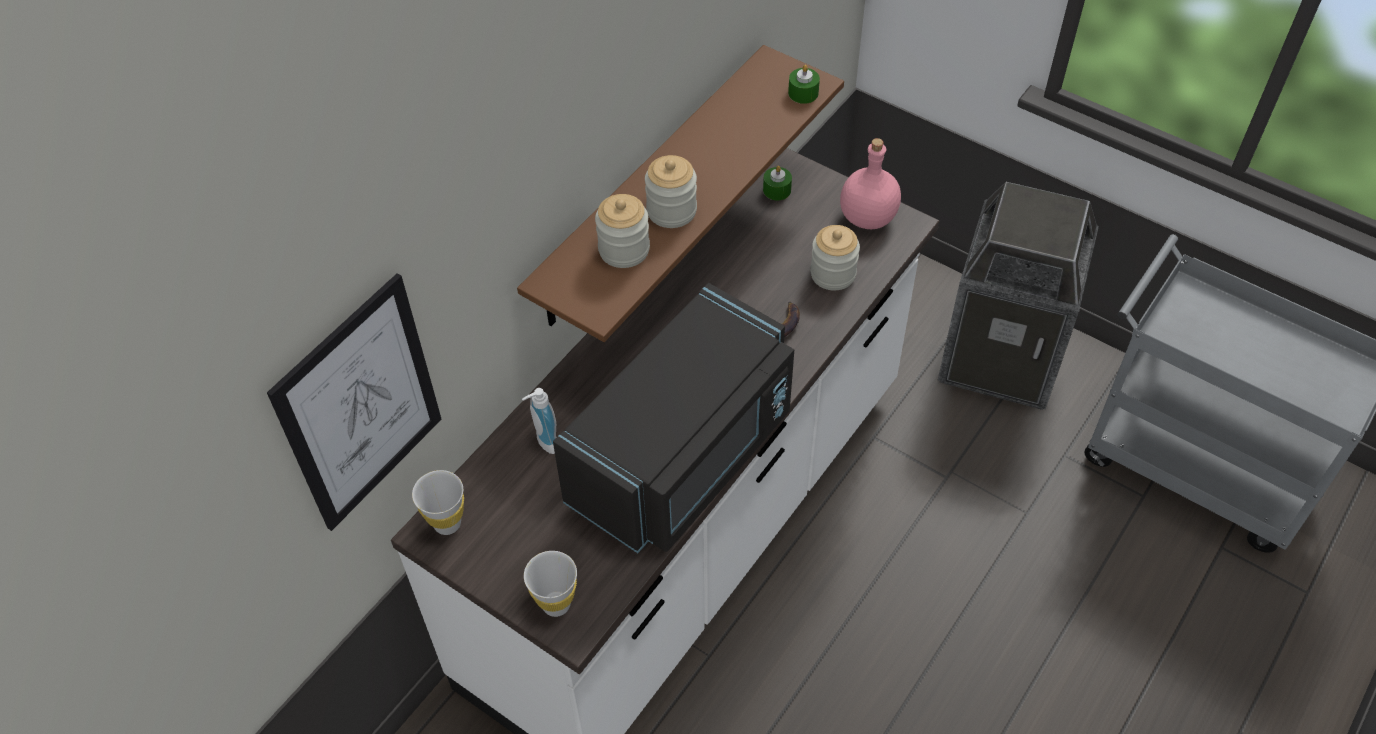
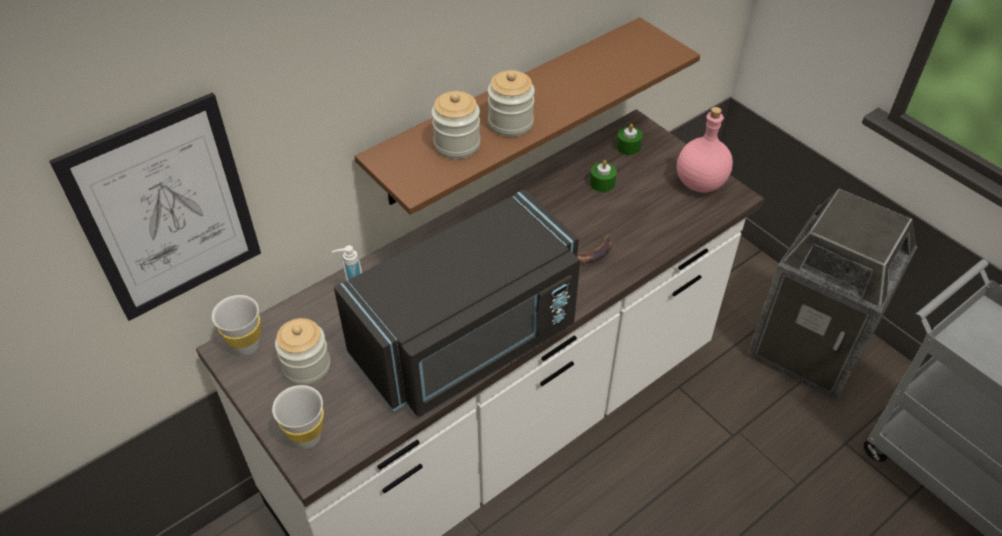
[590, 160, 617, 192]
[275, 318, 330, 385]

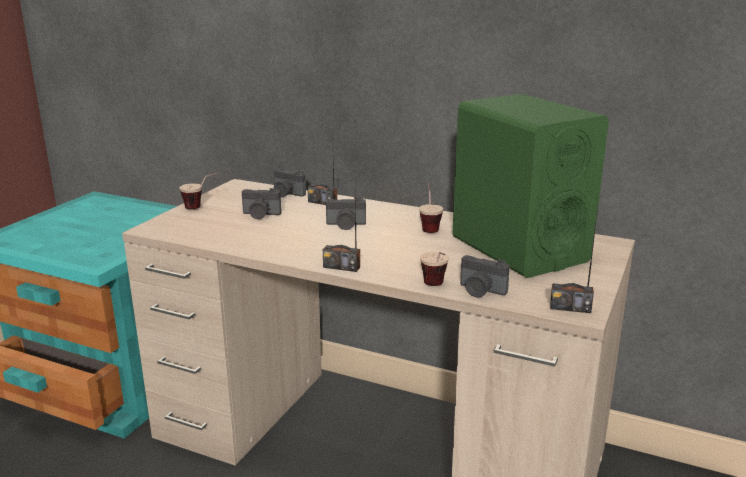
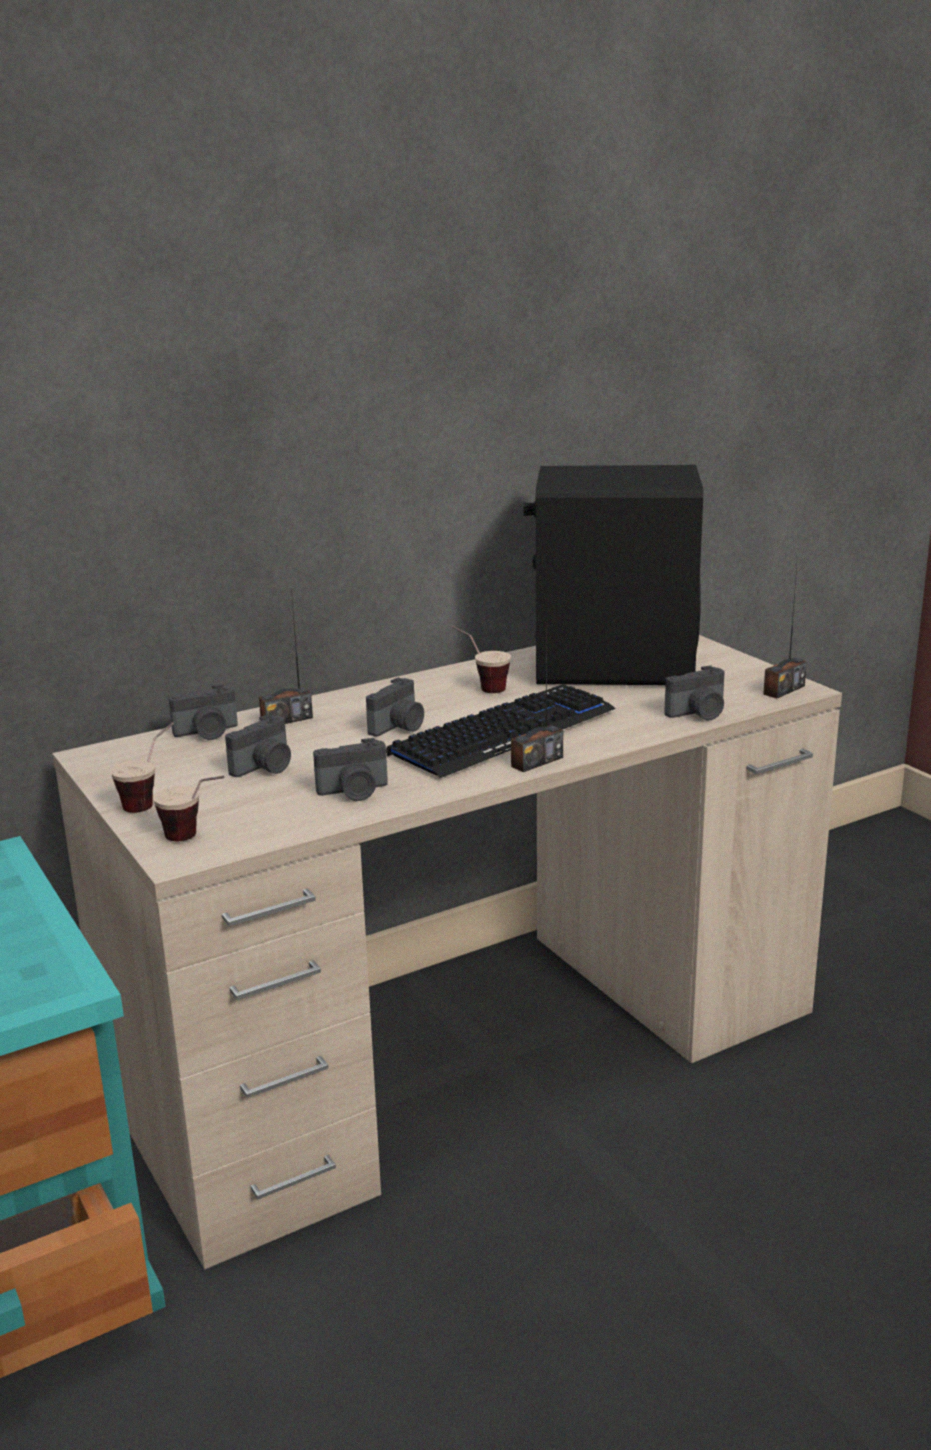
[313, 738, 388, 801]
[386, 684, 616, 778]
[153, 776, 225, 841]
[523, 465, 703, 685]

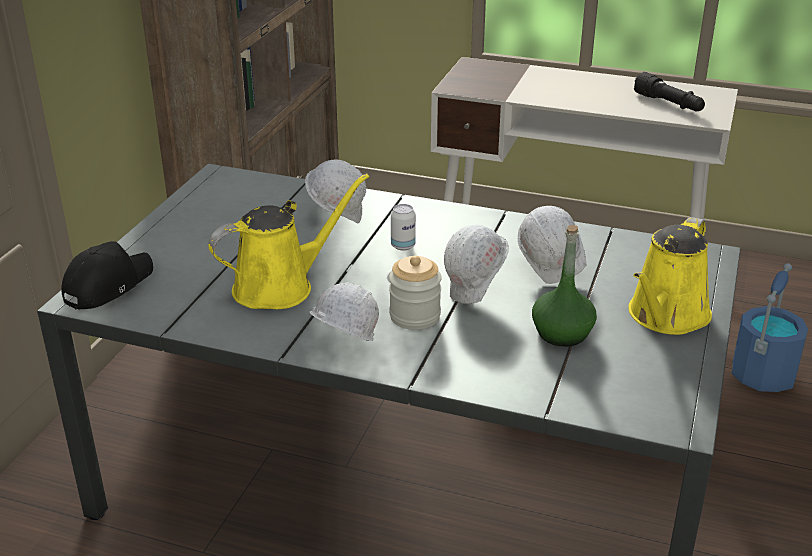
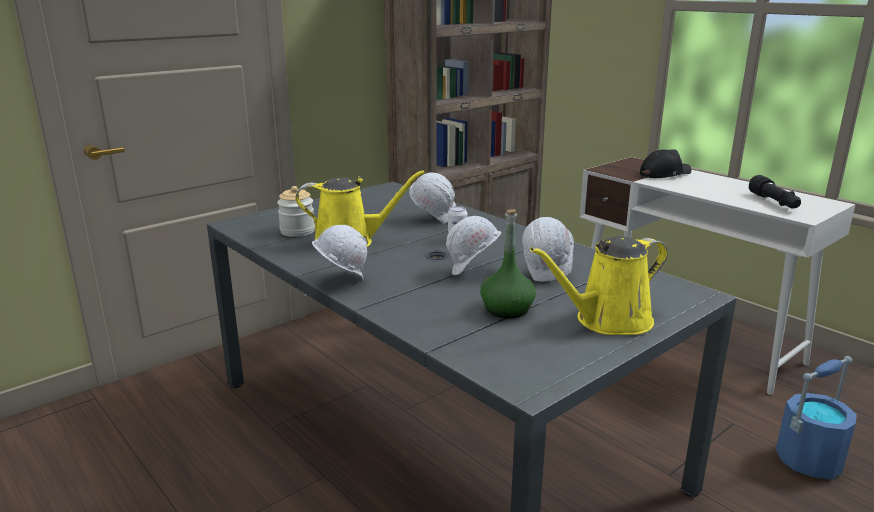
[640, 149, 691, 178]
[277, 186, 315, 237]

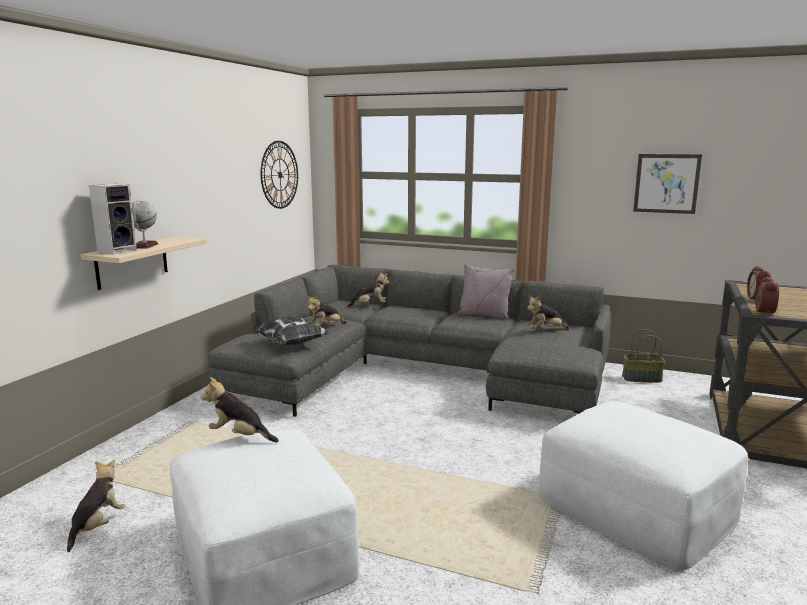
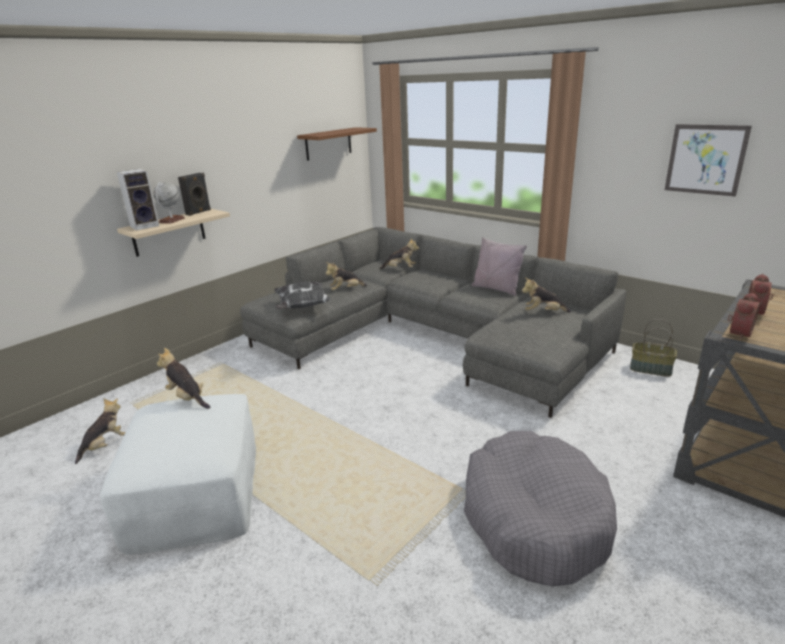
[178, 173, 211, 216]
[297, 127, 377, 161]
[464, 431, 617, 586]

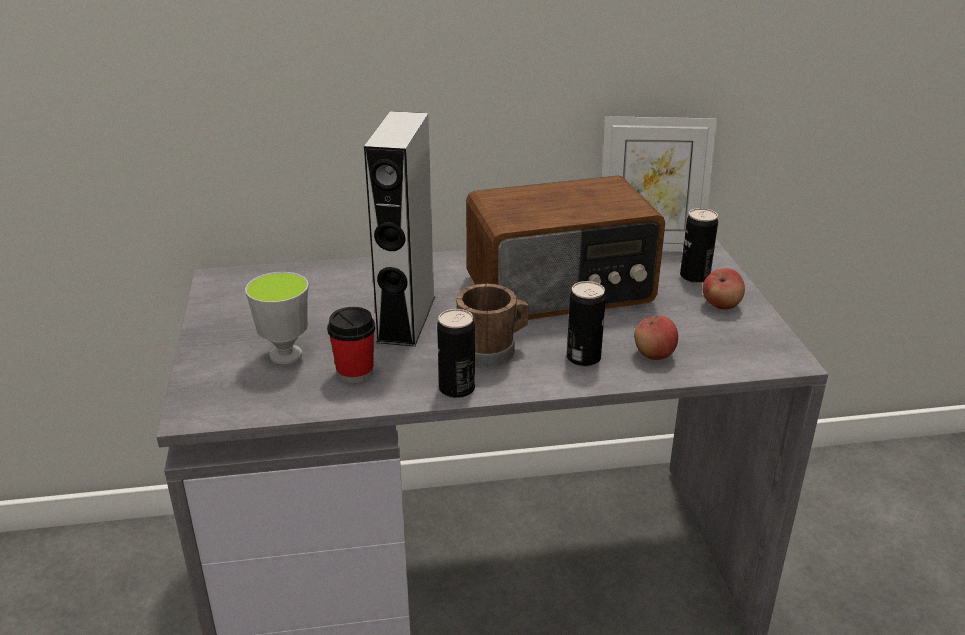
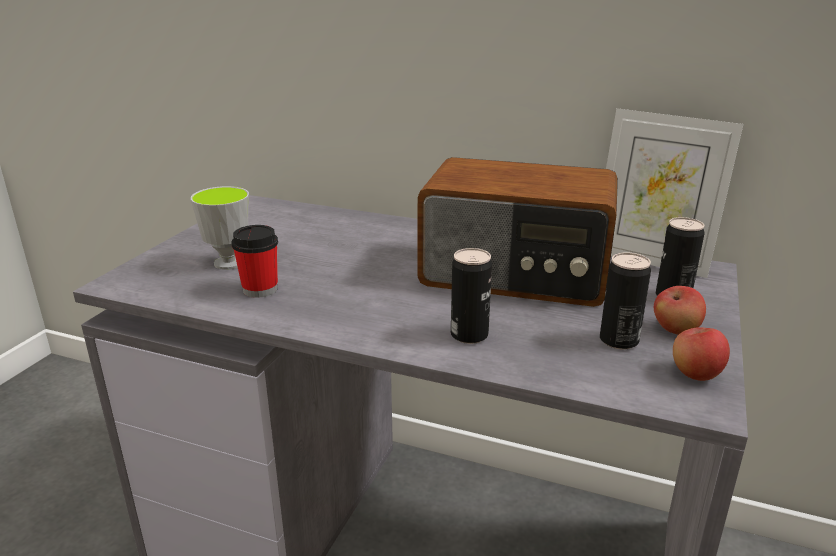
[364, 111, 435, 347] (first image)
[456, 284, 529, 369] (first image)
[600, 253, 651, 350]
[673, 327, 730, 381]

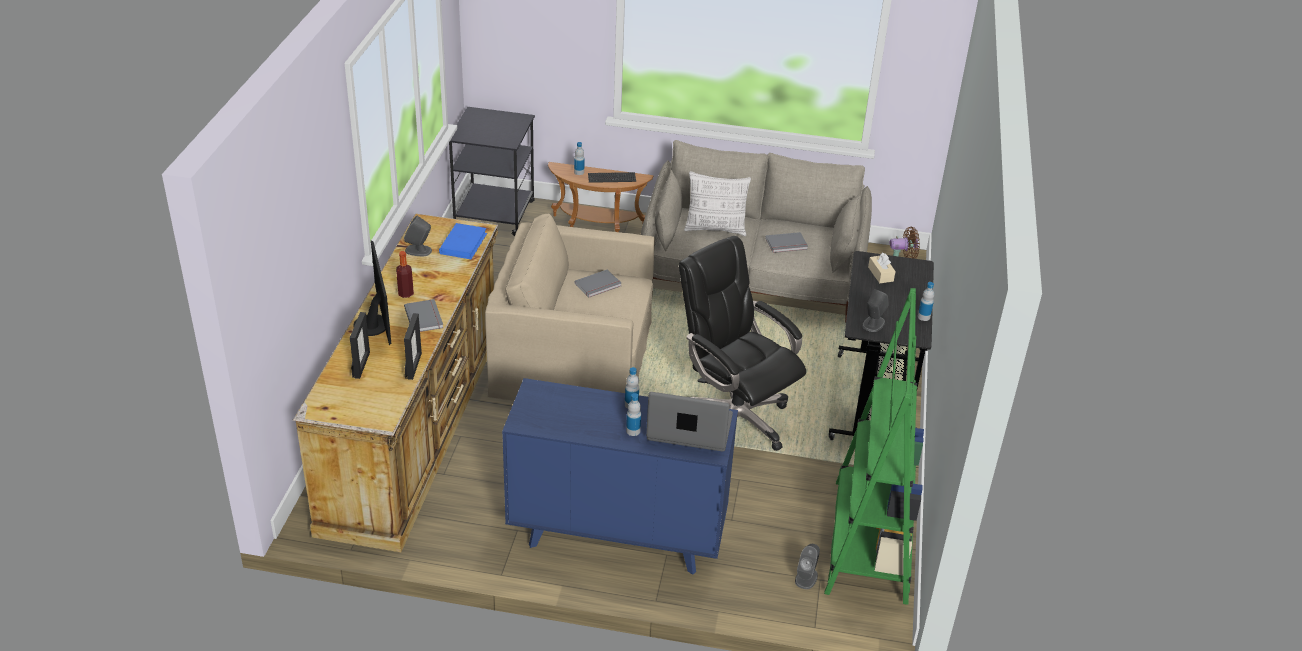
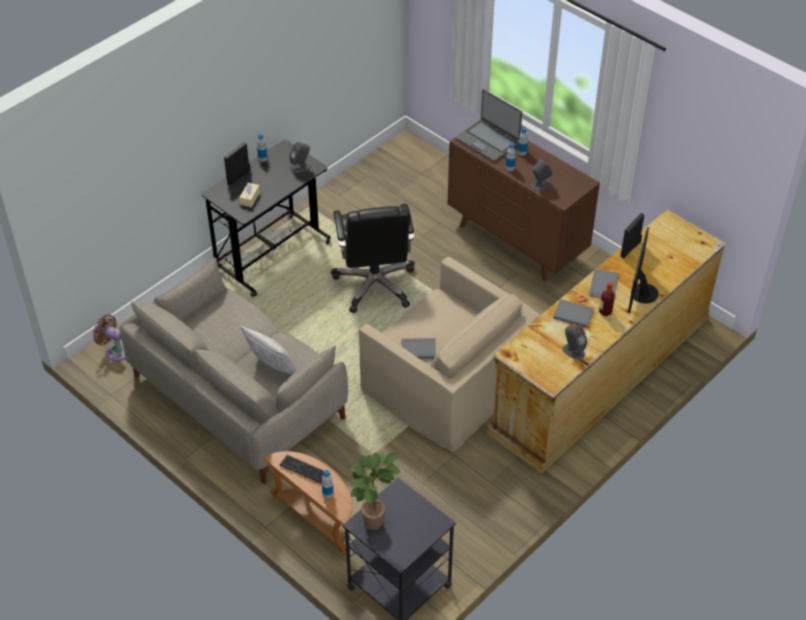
[439, 223, 487, 259] (first image)
[824, 288, 924, 605] (first image)
[350, 452, 400, 530]
[224, 142, 251, 186]
[553, 299, 594, 327]
[531, 159, 552, 191]
[447, 119, 600, 282]

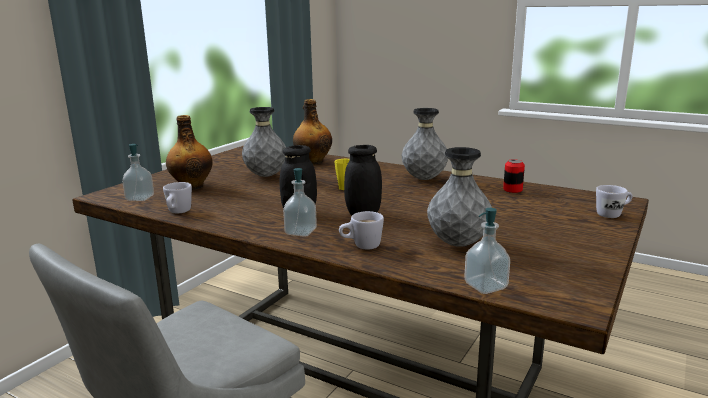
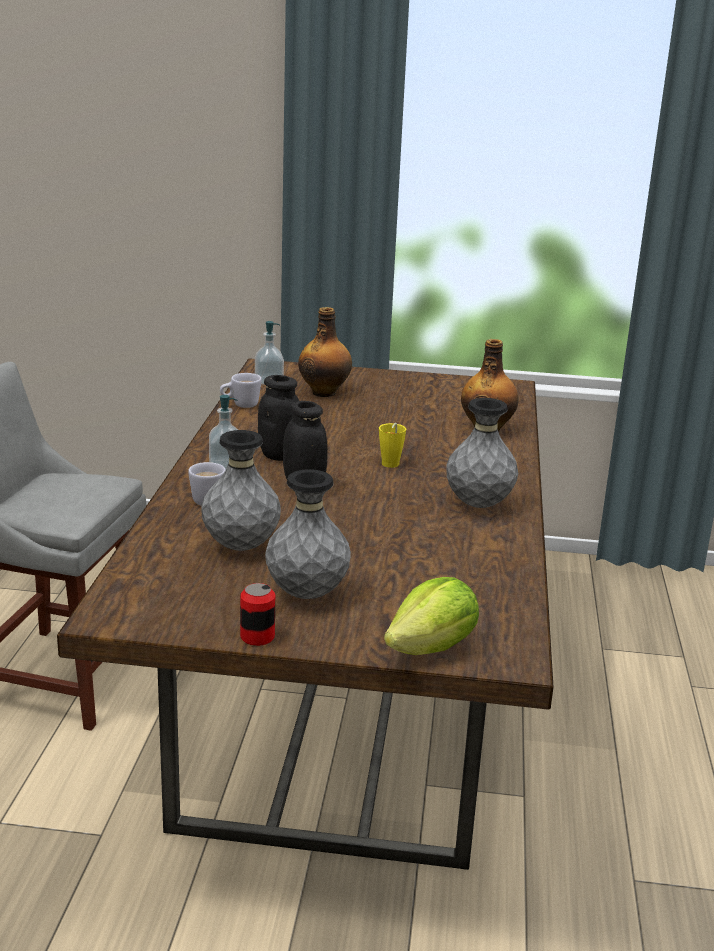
[464, 208, 510, 294] (first image)
[265, 469, 351, 599]
[240, 583, 275, 646]
[384, 577, 479, 655]

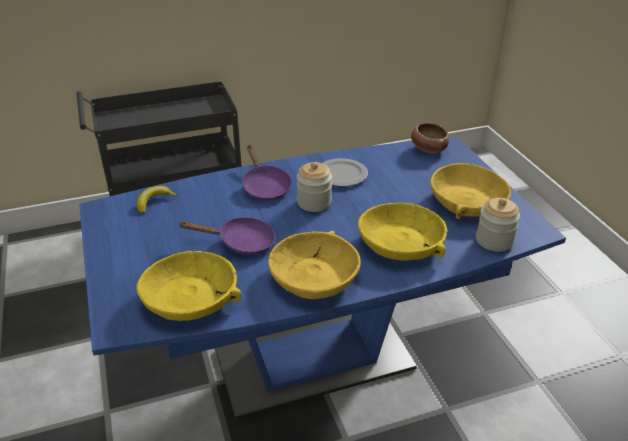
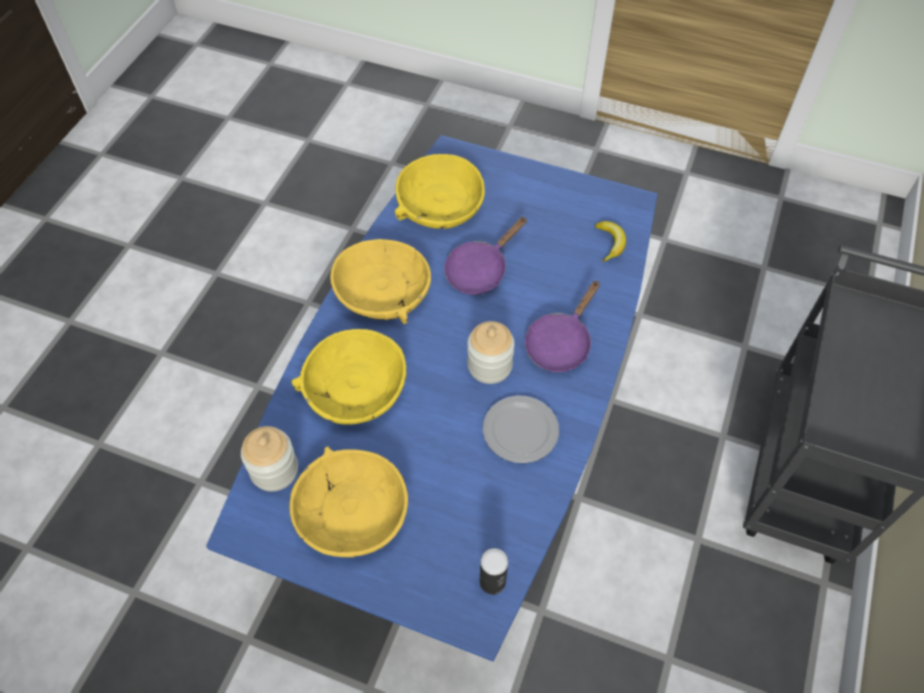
[479, 548, 508, 595]
[525, 280, 600, 372]

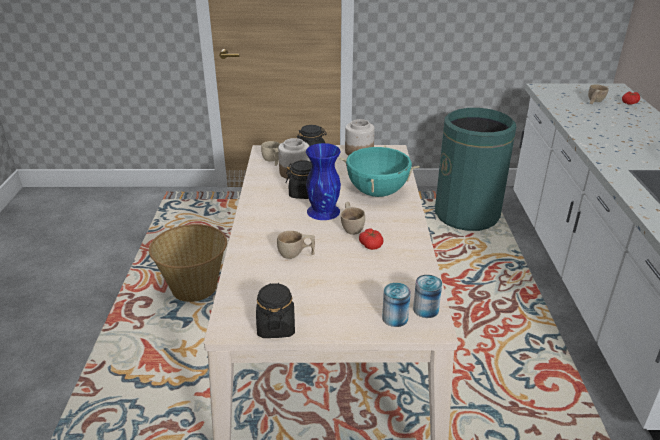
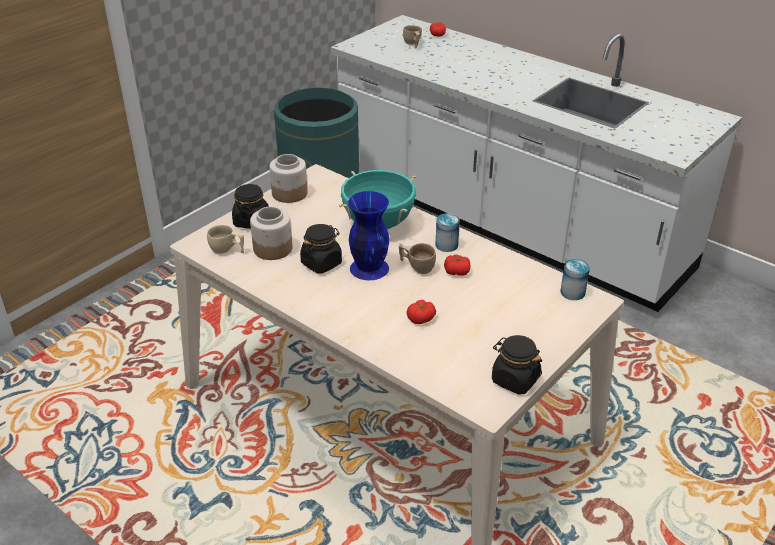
[149, 224, 227, 302] (first image)
[435, 213, 460, 252]
[406, 300, 436, 324]

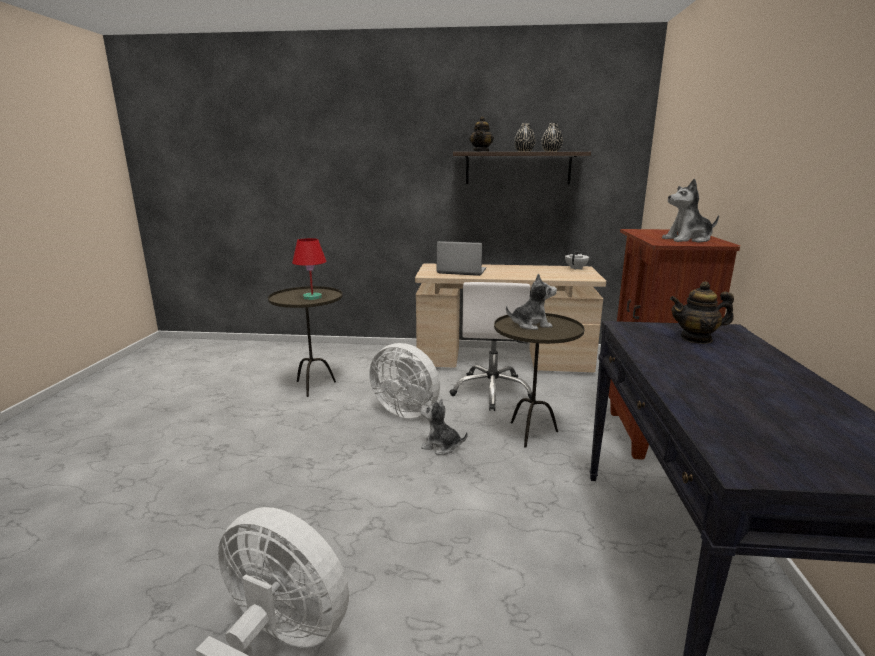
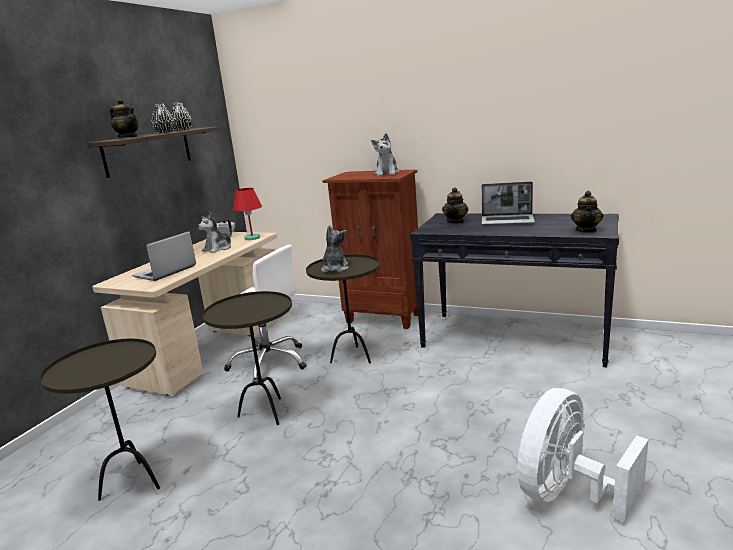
[481, 182, 535, 225]
[571, 191, 603, 233]
[233, 188, 262, 240]
[197, 212, 232, 253]
[202, 291, 292, 425]

